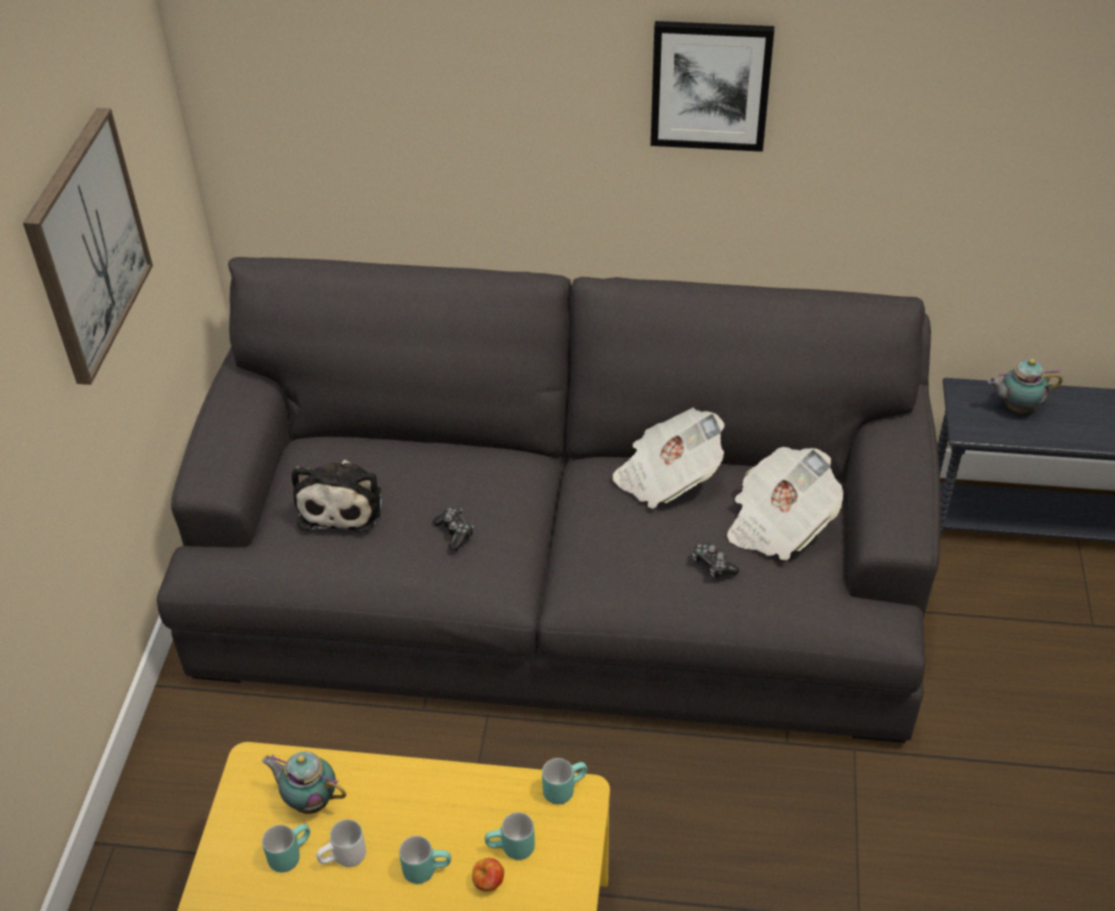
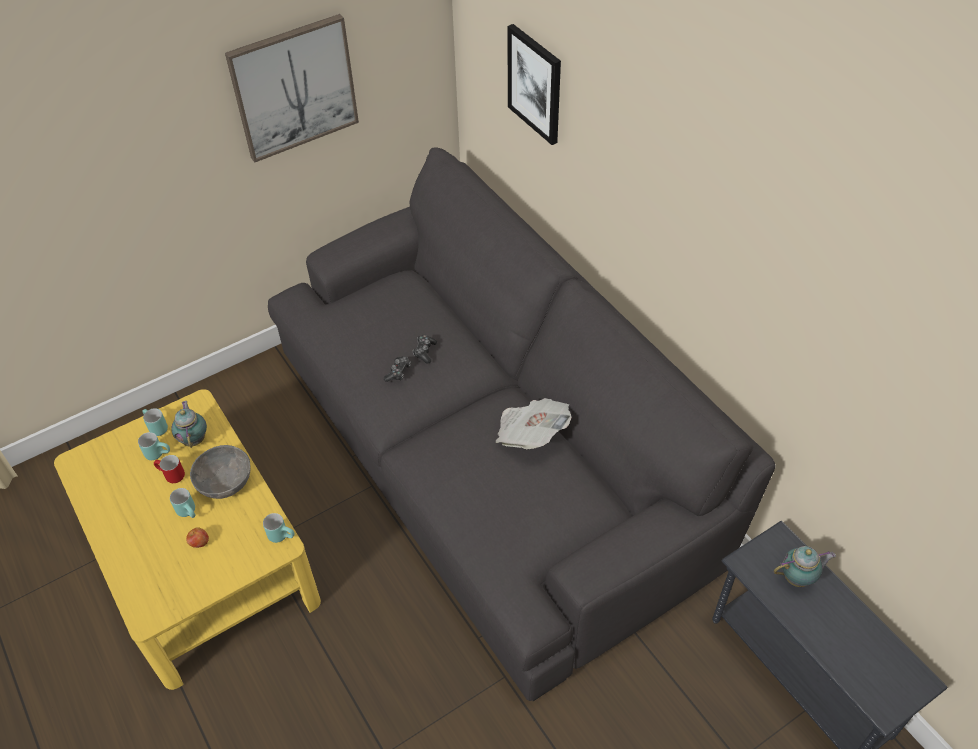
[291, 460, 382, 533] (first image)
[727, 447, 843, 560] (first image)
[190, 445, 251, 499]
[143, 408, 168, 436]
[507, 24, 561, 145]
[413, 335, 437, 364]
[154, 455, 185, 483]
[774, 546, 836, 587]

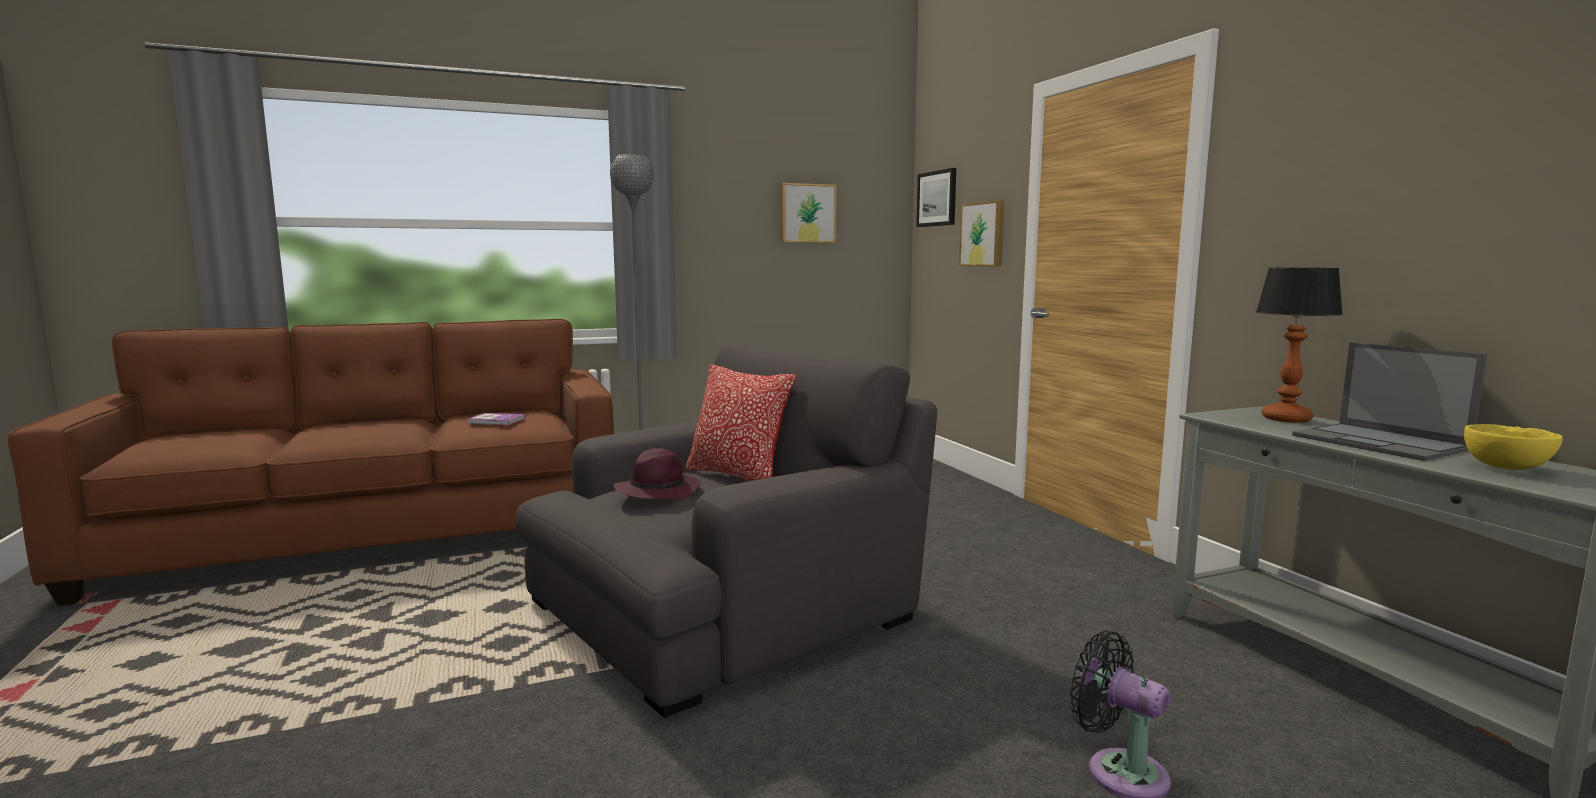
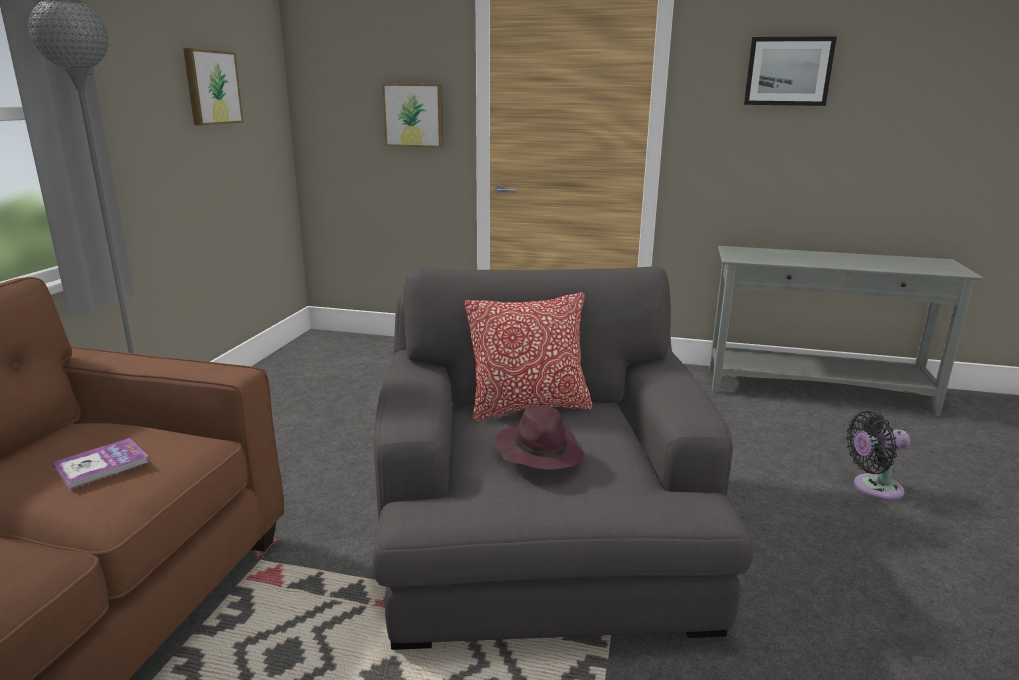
[1256, 268, 1343, 423] (first image)
[1292, 342, 1487, 461] (first image)
[1464, 424, 1563, 470] (first image)
[744, 36, 837, 106]

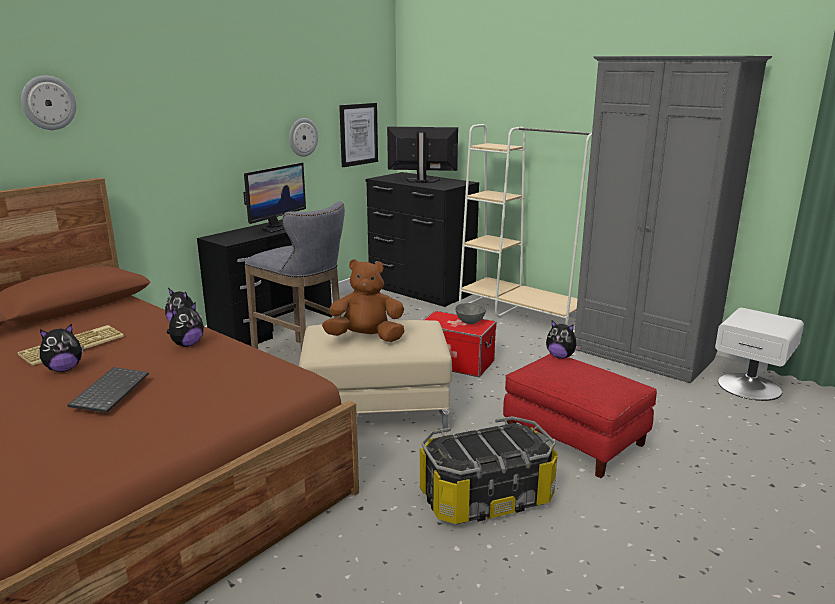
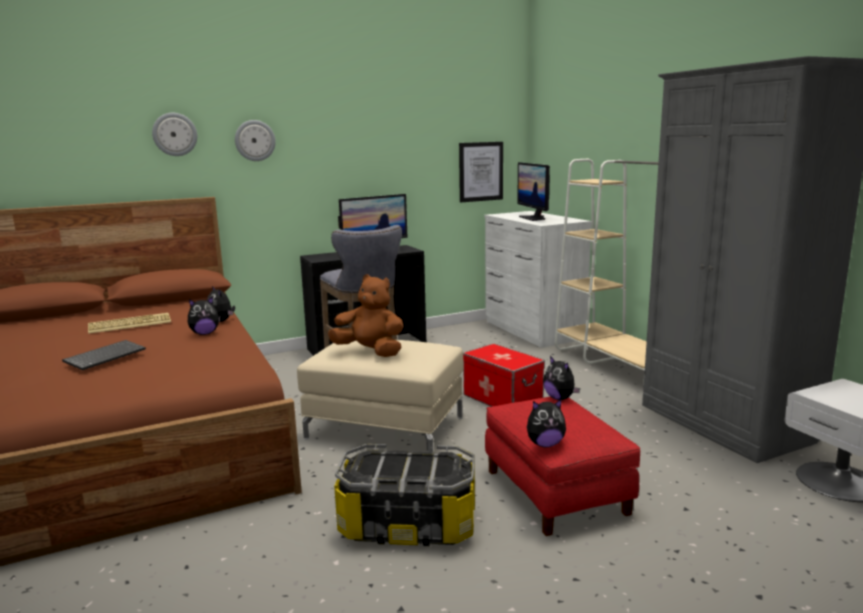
[455, 303, 486, 324] (first image)
[527, 399, 566, 447]
[235, 120, 276, 161]
[484, 211, 592, 348]
[517, 162, 550, 221]

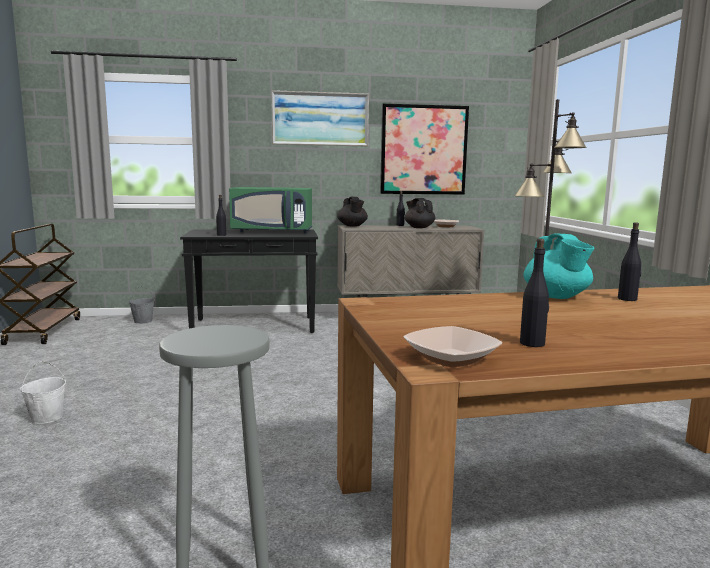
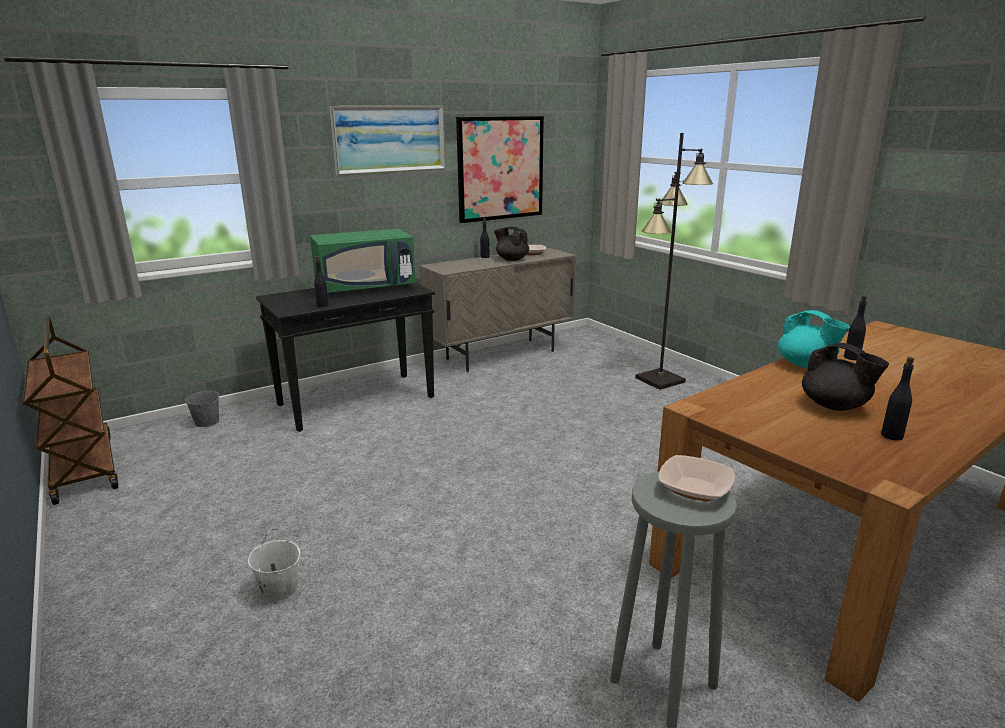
[802, 343, 889, 411]
[658, 455, 735, 501]

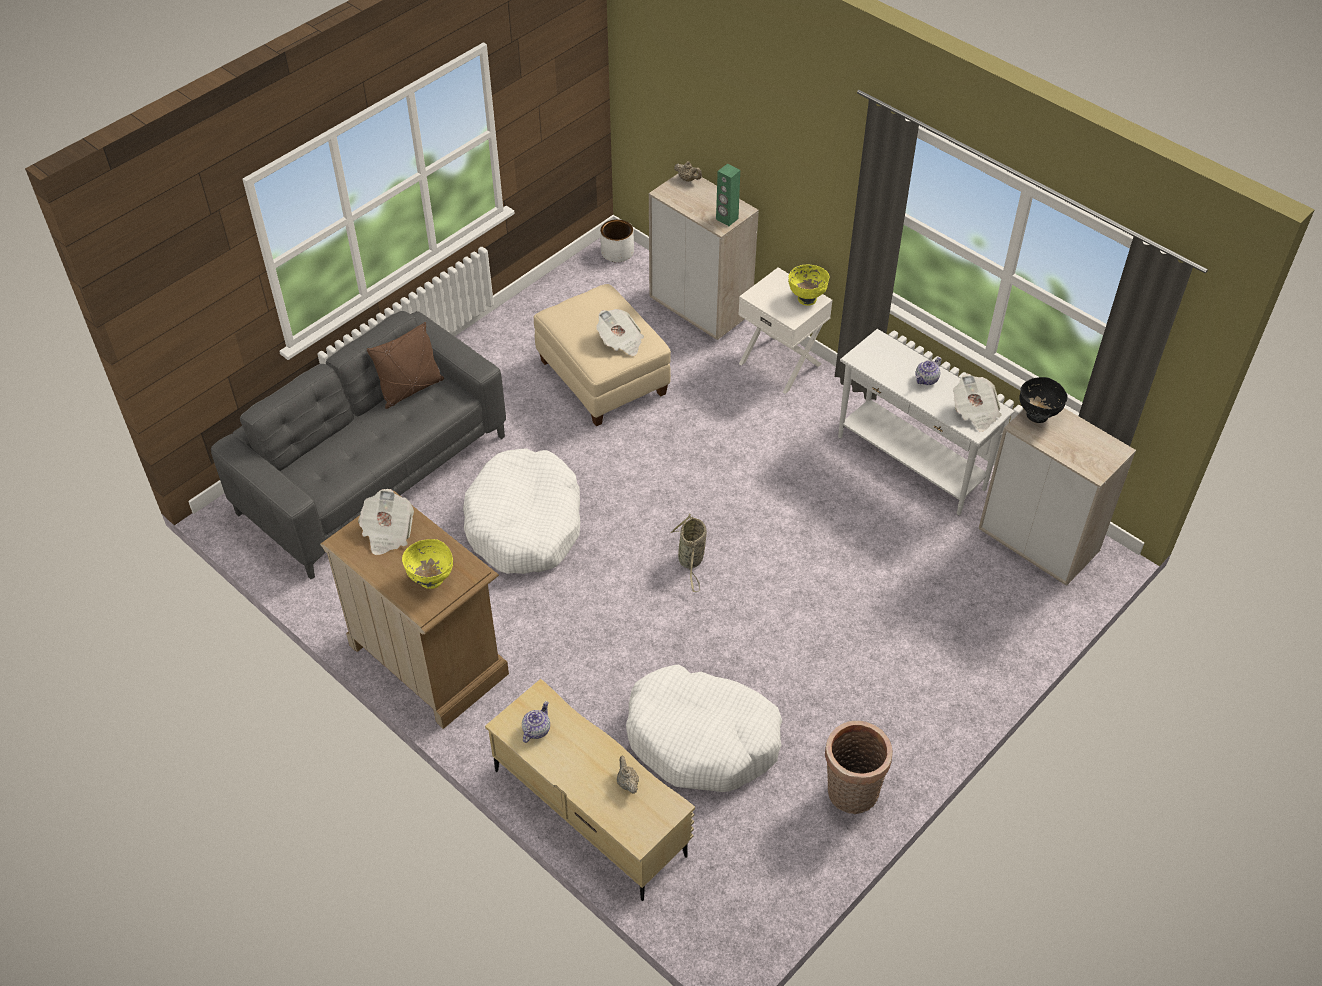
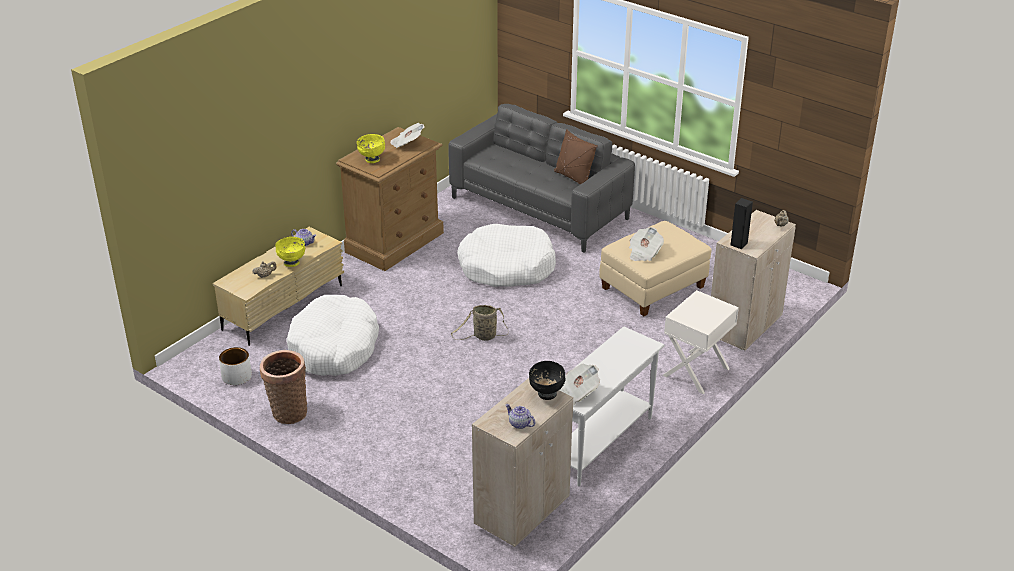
[219, 347, 252, 385]
[275, 237, 305, 267]
[505, 404, 535, 429]
[731, 198, 753, 249]

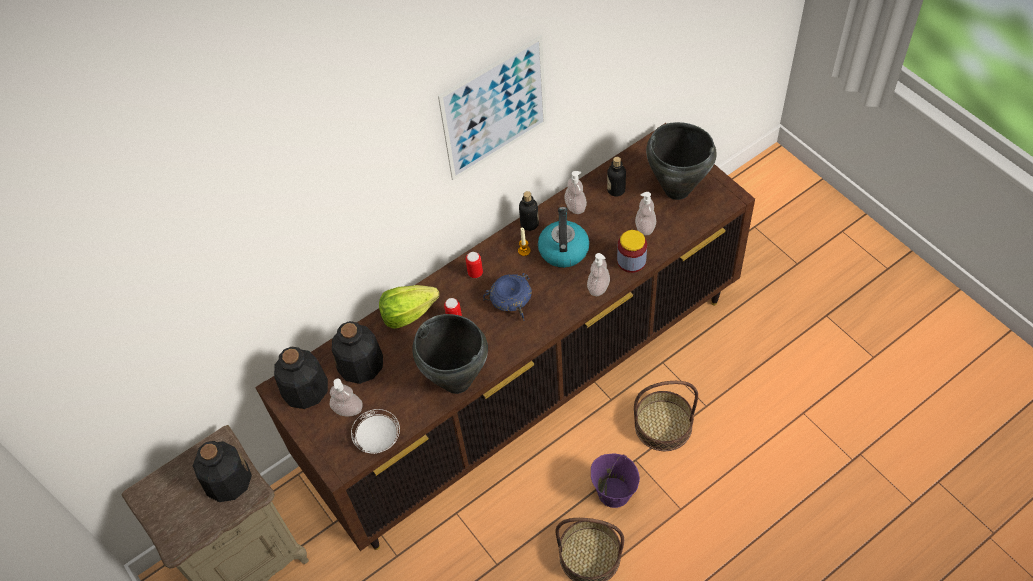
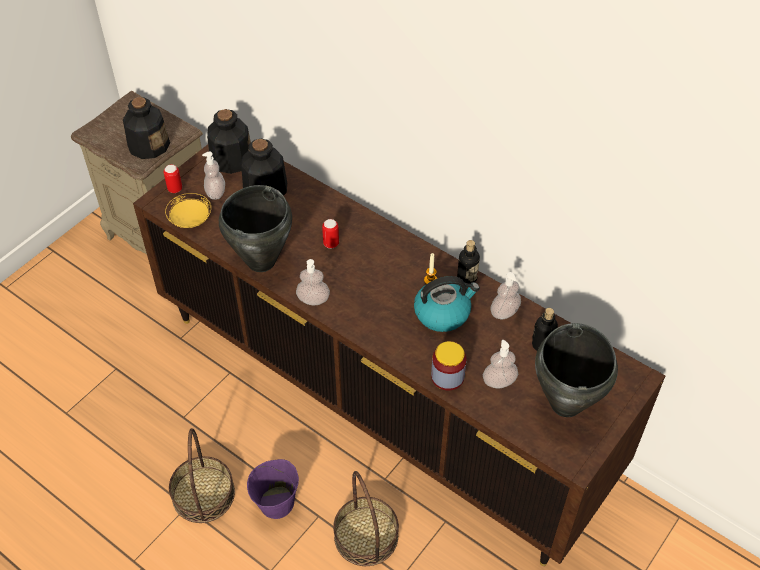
[379, 285, 439, 329] (first image)
[438, 35, 547, 180] (first image)
[483, 273, 532, 320] (first image)
[164, 164, 182, 193]
[296, 259, 330, 305]
[165, 193, 211, 228]

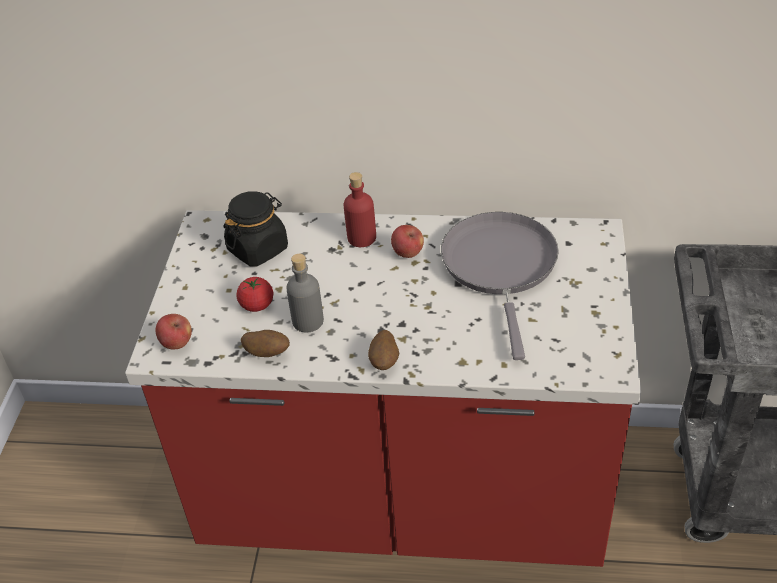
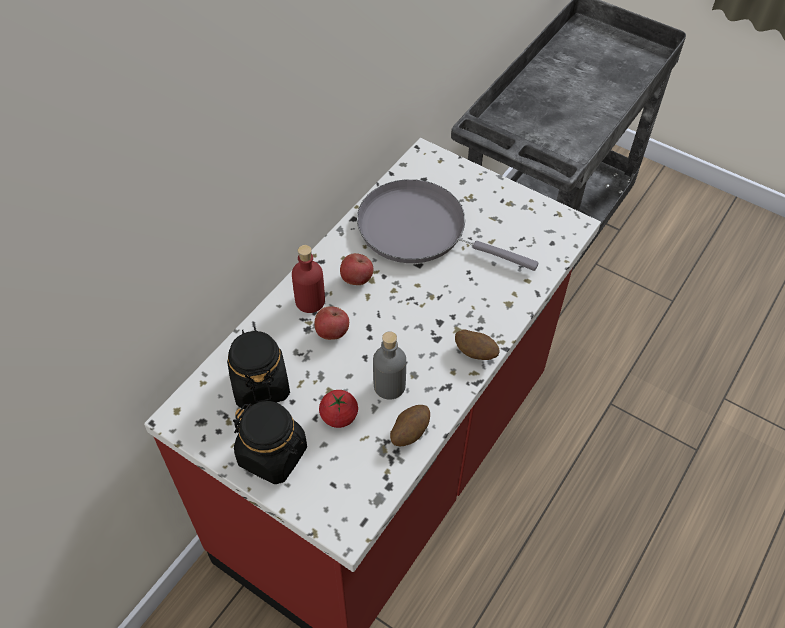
[233, 401, 307, 484]
[314, 306, 349, 340]

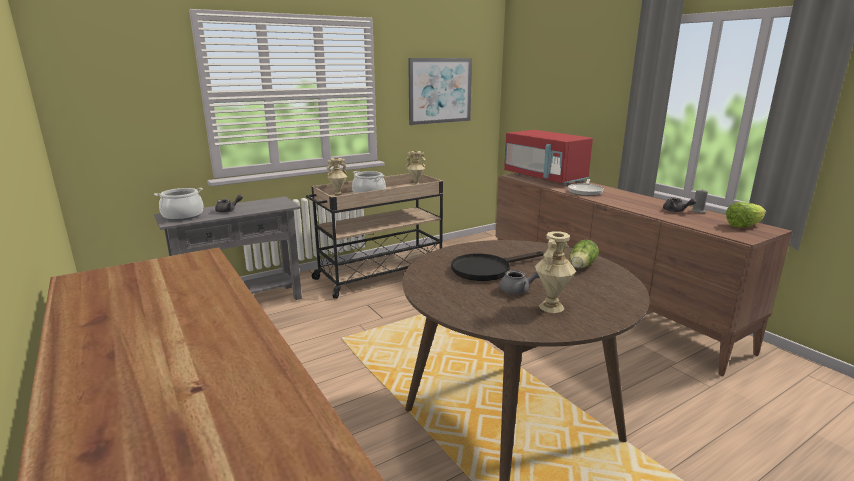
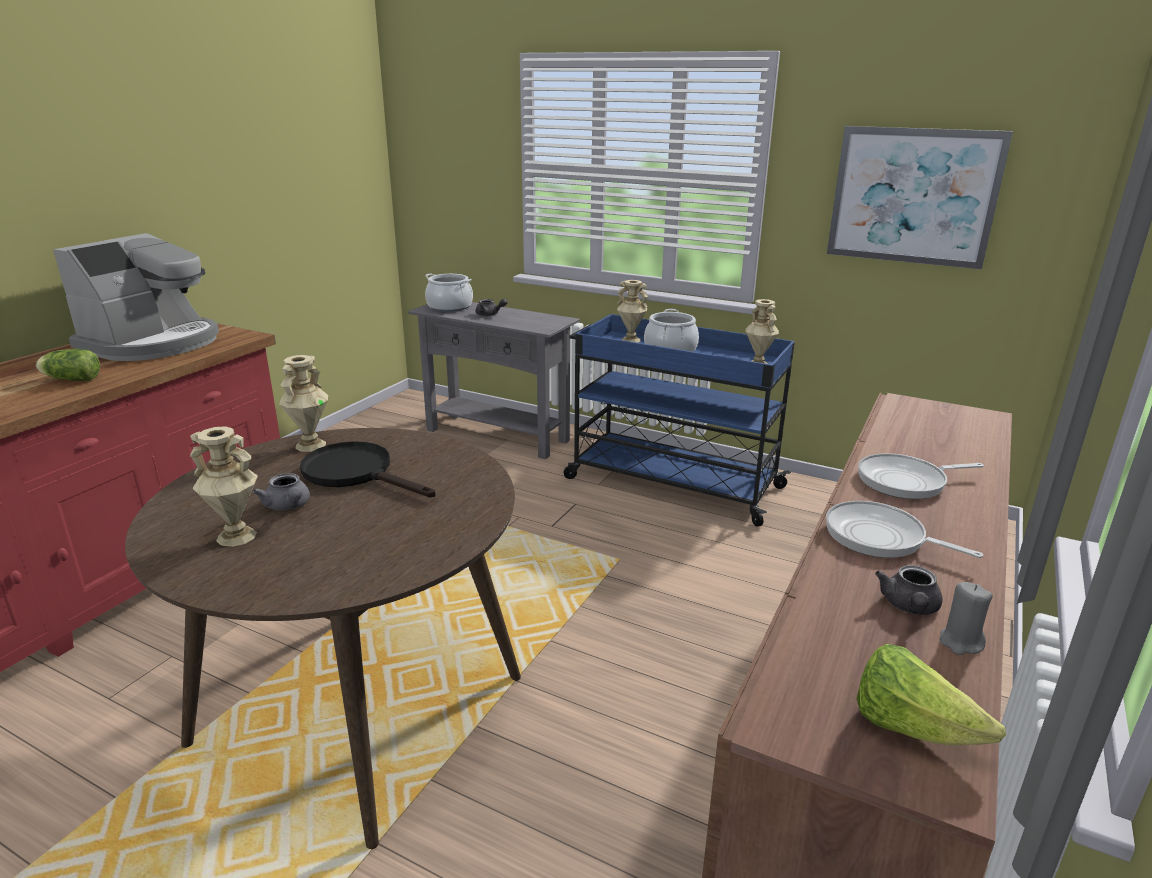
[504, 130, 593, 186] (first image)
[53, 233, 219, 361]
[279, 355, 328, 452]
[826, 501, 983, 558]
[36, 349, 100, 381]
[564, 314, 795, 527]

